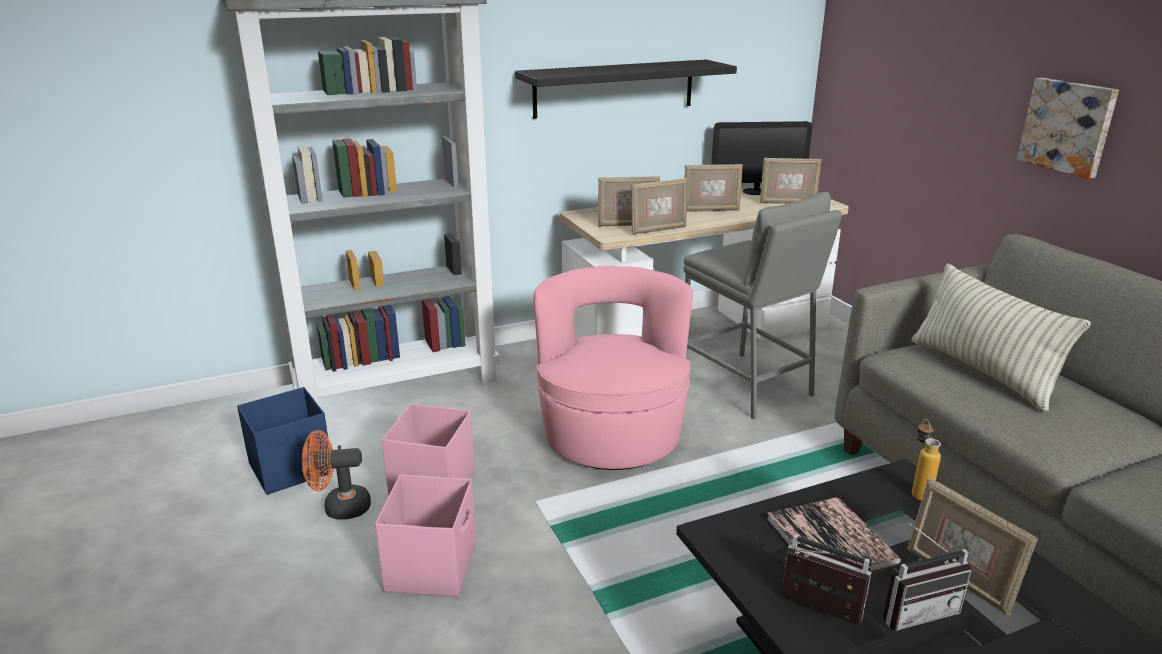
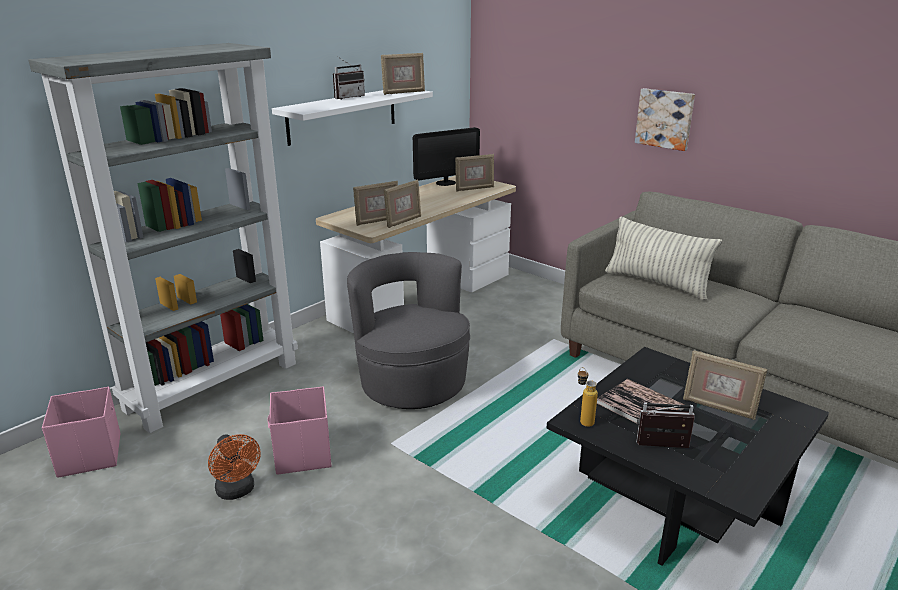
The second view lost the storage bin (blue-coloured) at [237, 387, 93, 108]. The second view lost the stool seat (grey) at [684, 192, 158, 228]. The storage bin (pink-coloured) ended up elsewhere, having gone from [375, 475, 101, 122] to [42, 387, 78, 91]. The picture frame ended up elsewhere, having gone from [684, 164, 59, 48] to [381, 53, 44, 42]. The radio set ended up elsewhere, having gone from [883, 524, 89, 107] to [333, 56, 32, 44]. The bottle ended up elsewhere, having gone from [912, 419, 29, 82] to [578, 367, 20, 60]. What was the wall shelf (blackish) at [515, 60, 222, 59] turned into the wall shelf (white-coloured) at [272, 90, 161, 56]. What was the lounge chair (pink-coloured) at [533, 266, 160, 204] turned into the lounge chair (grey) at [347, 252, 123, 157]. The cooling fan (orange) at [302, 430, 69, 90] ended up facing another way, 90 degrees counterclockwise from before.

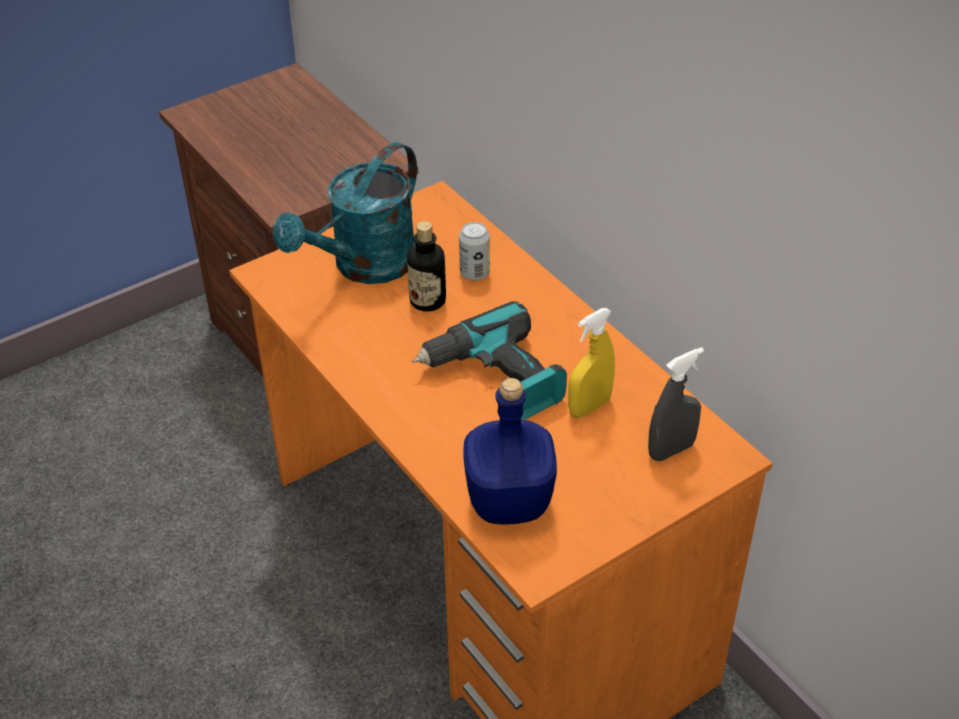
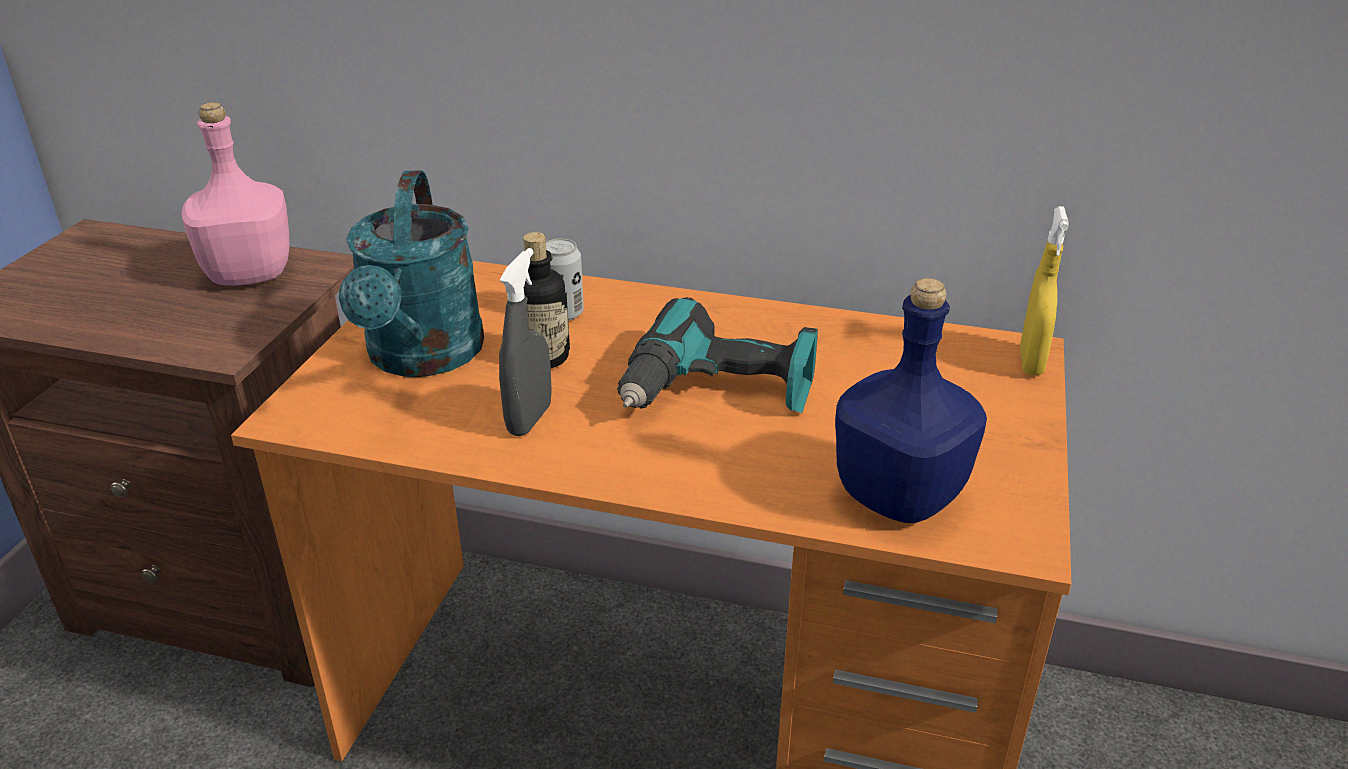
The second view gained the bottle (pink-coloured) at [182, 102, 107, 183]. The hand sprayer (yellow-coloured) ended up elsewhere, having gone from [568, 308, 47, 110] to [1020, 206, 49, 169]. The hand sprayer (grey) ended up elsewhere, having gone from [648, 347, 56, 114] to [499, 248, 53, 188].

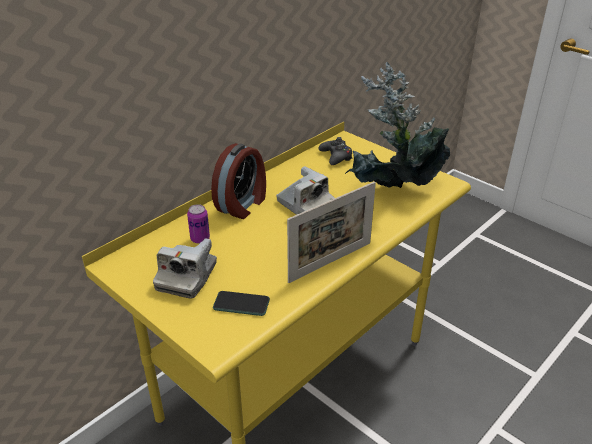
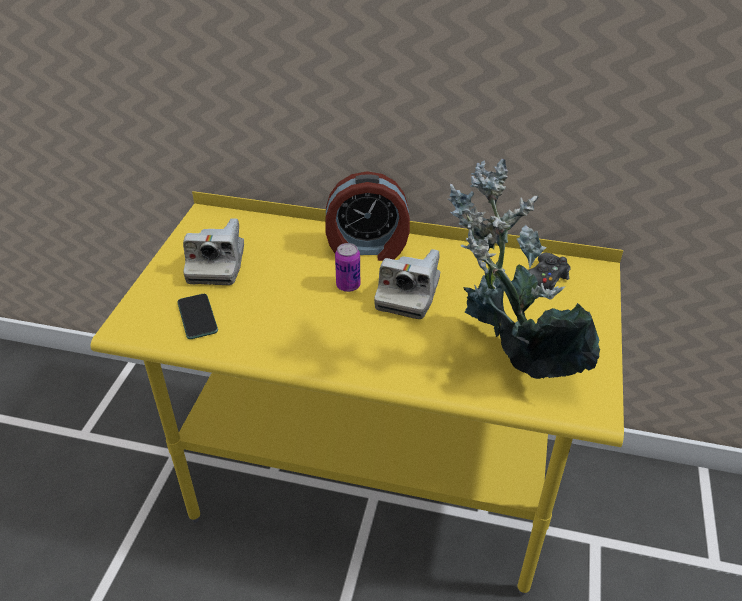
The second view lost the picture frame at [287, 181, 89, 102]. The can ended up elsewhere, having gone from [187, 204, 23, 40] to [335, 243, 25, 49]. The photo camera at [153, 238, 64, 61] ended up facing another way, 75 degrees counterclockwise from before.

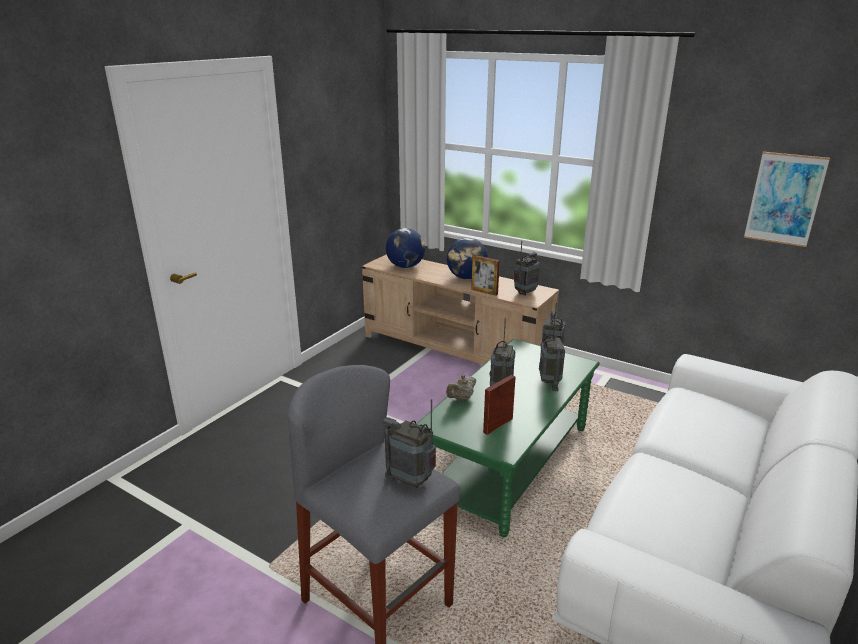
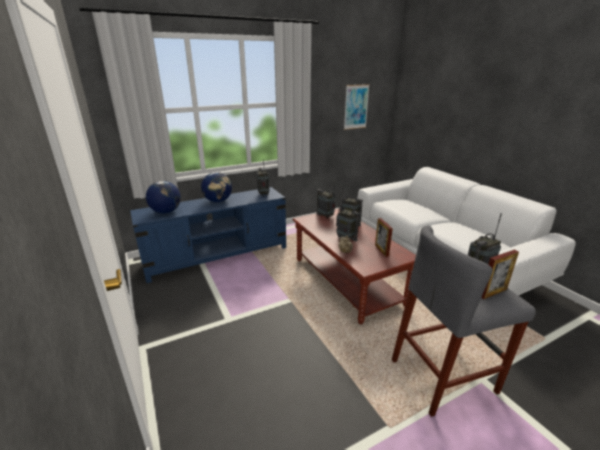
The picture frame ended up elsewhere, having gone from [471, 255, 29, 41] to [481, 250, 38, 49]. What was the tv unit (sand-coloured) at [362, 254, 197, 111] turned into the tv unit (blue-coloured) at [130, 187, 156, 96]. What was the coffee table (green) at [416, 339, 184, 198] turned into the coffee table (brownish) at [292, 208, 124, 116].

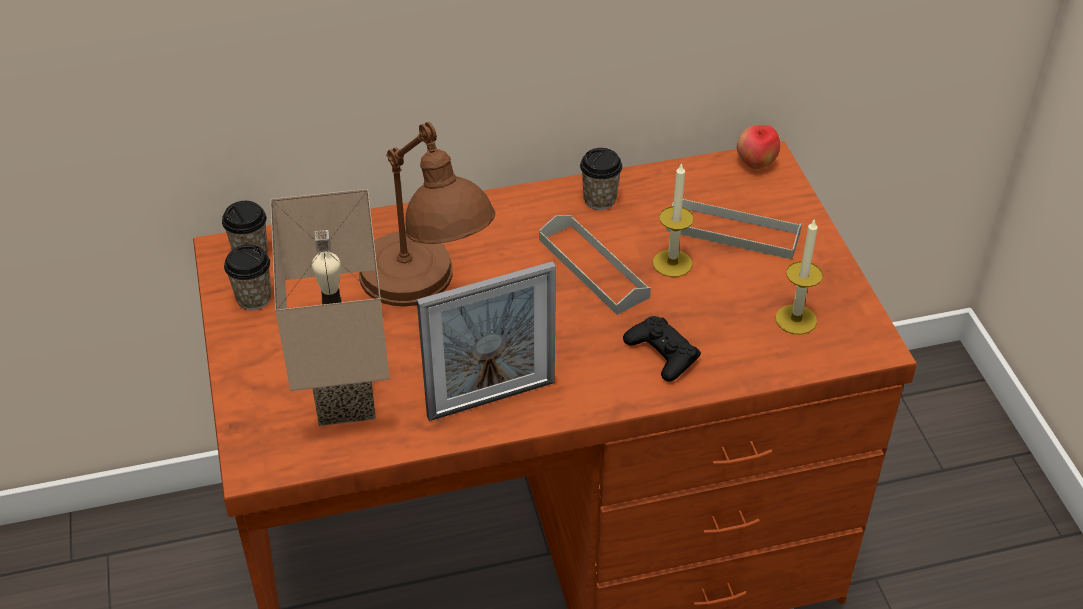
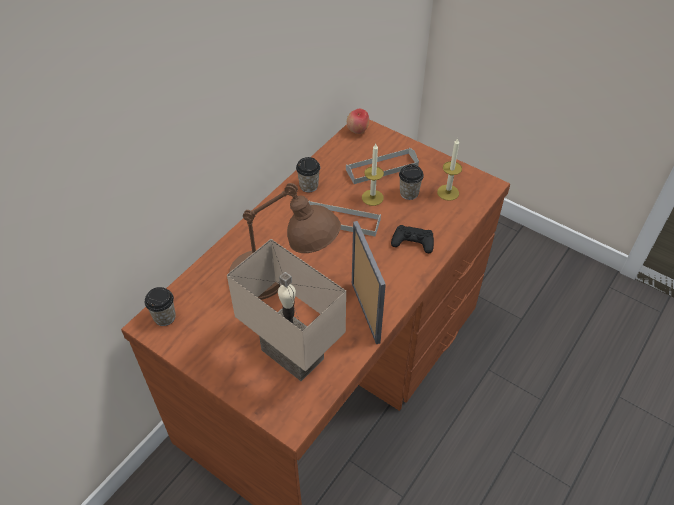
The drinking cup ended up elsewhere, having gone from [224, 244, 47, 66] to [399, 164, 25, 36]. The picture frame at [417, 261, 139, 160] ended up facing another way, 45 degrees counterclockwise from before.

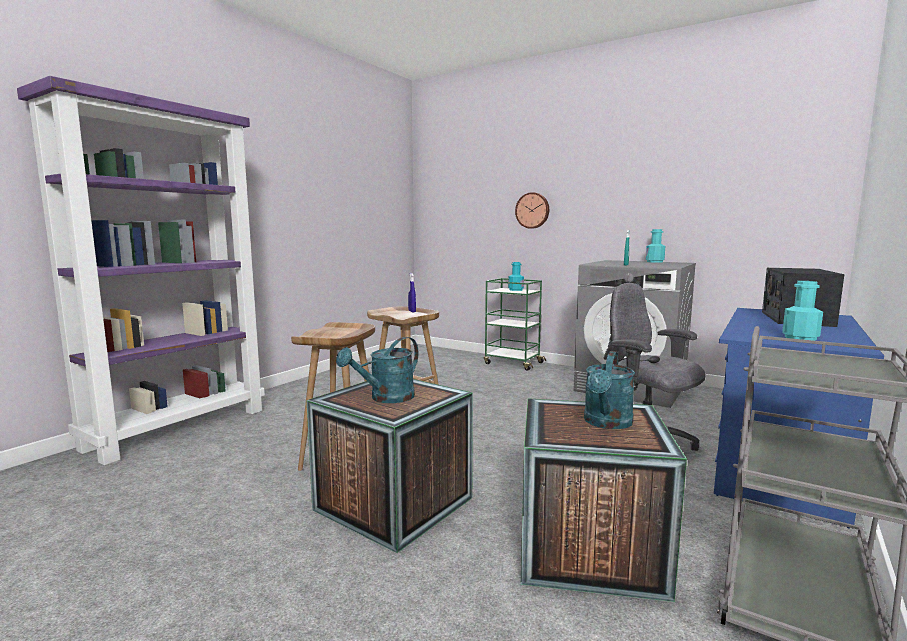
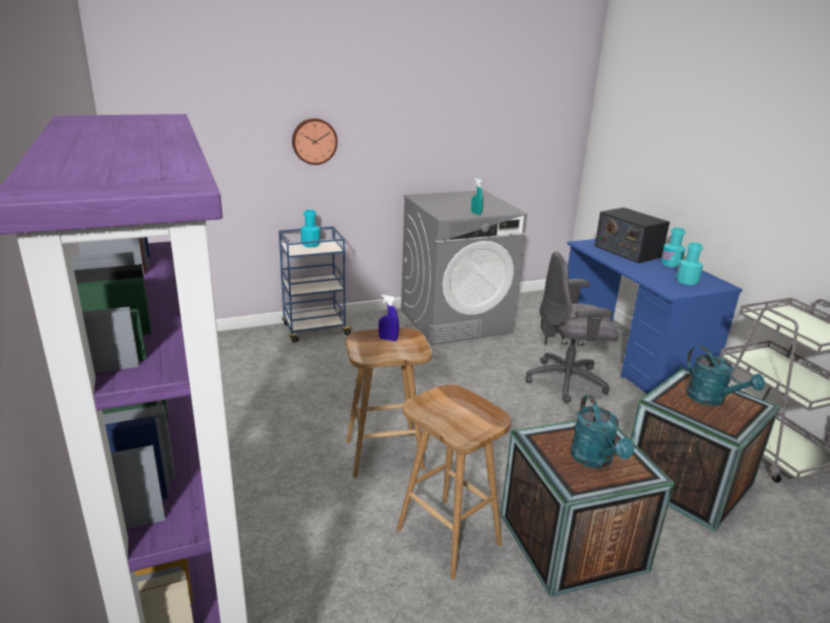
The bottle (turquoise) ended up elsewhere, having gone from [646, 229, 19, 34] to [661, 227, 25, 40]. What was the trolley (green) at [484, 278, 62, 93] turned into the trolley (blue-coloured) at [279, 226, 75, 117].

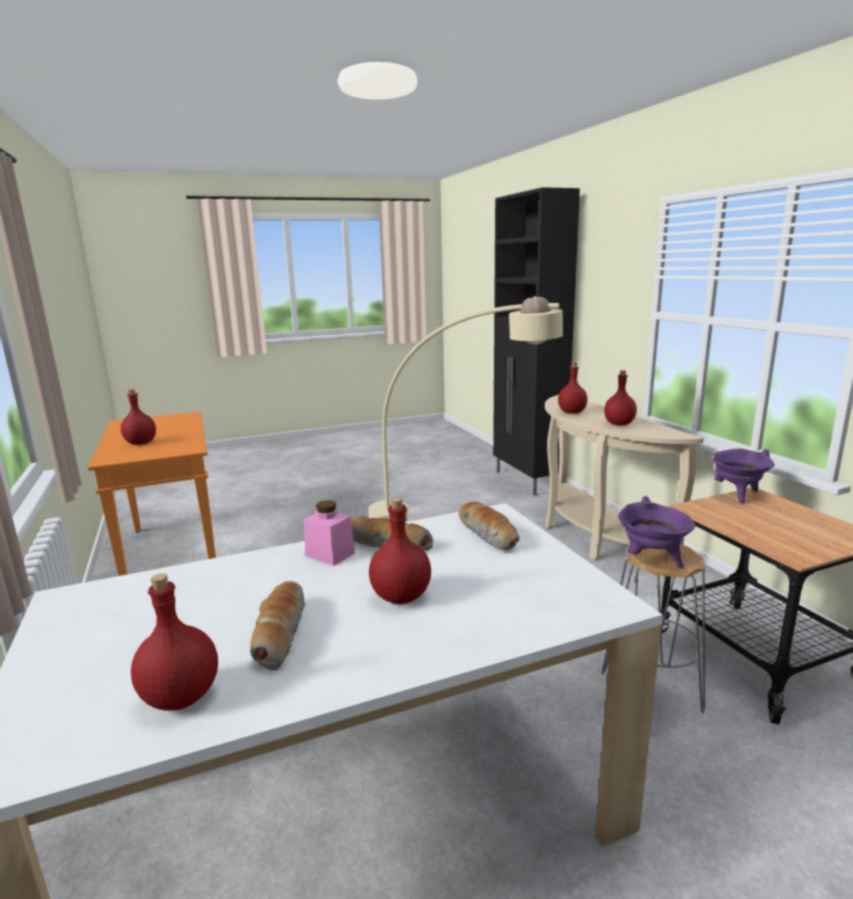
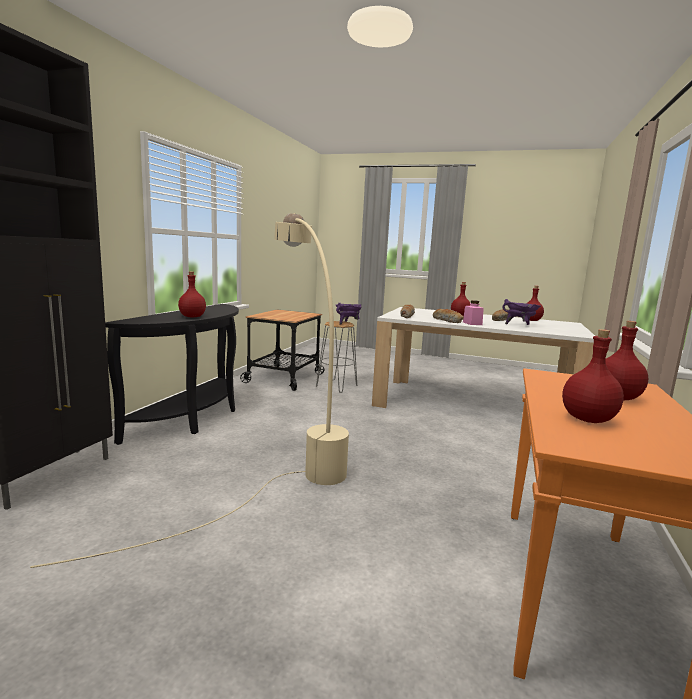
The bottle (red) ended up elsewhere, having gone from [604, 370, 33, 56] to [562, 329, 62, 94]. The cooking pot (purple-coloured) ended up elsewhere, having gone from [713, 448, 62, 55] to [503, 299, 38, 26]. What was the console table (sand-coloured) at [545, 395, 158, 165] turned into the console table (blackish) at [105, 304, 134, 141].

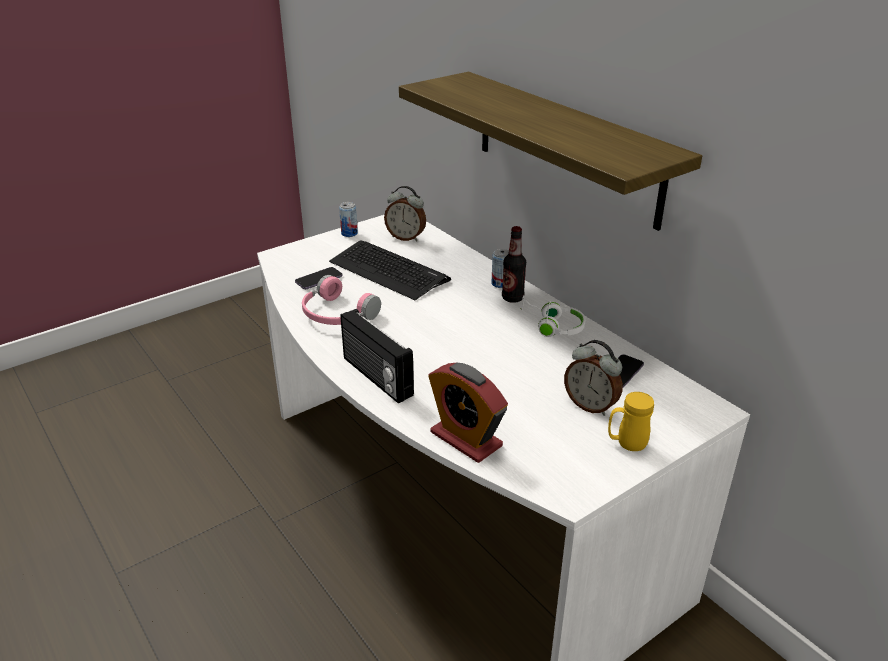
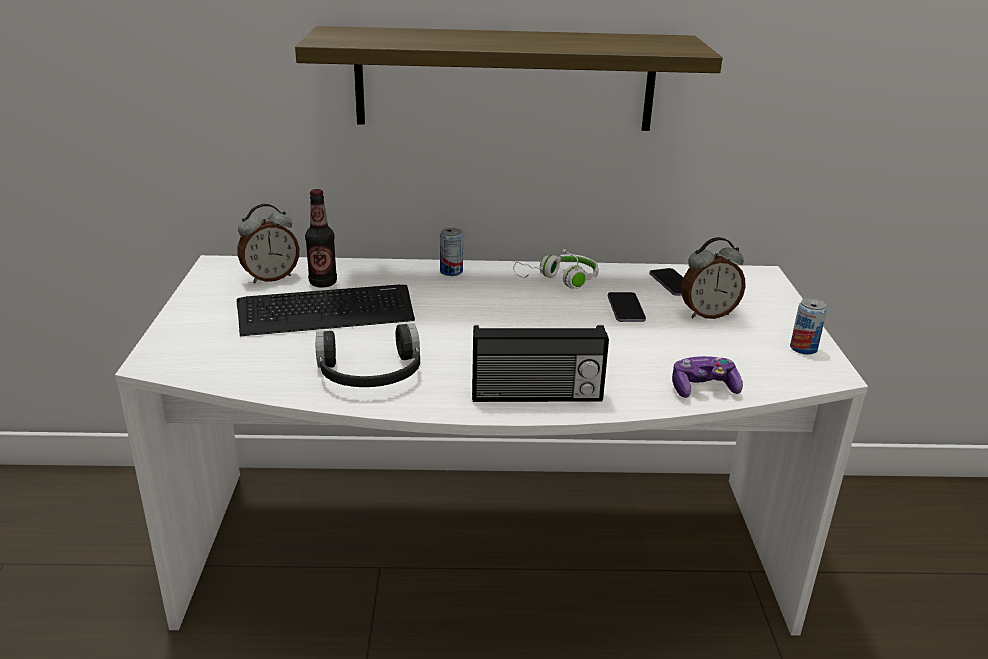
The second view lost the mug (yellow-coloured) at [608, 392, 46, 59]. The phone ended up elsewhere, having gone from [295, 267, 48, 22] to [608, 292, 38, 30]. The can ended up elsewhere, having gone from [339, 202, 19, 35] to [790, 298, 37, 57]. The bottle ended up elsewhere, having gone from [502, 226, 24, 77] to [305, 189, 32, 99]. Where the alarm clock stood at [429, 363, 79, 100], the joypad came to stand at [672, 356, 71, 42]. What was the headset (pink-coloured) at [302, 275, 79, 50] turned into the headset (blackish) at [316, 323, 104, 64].

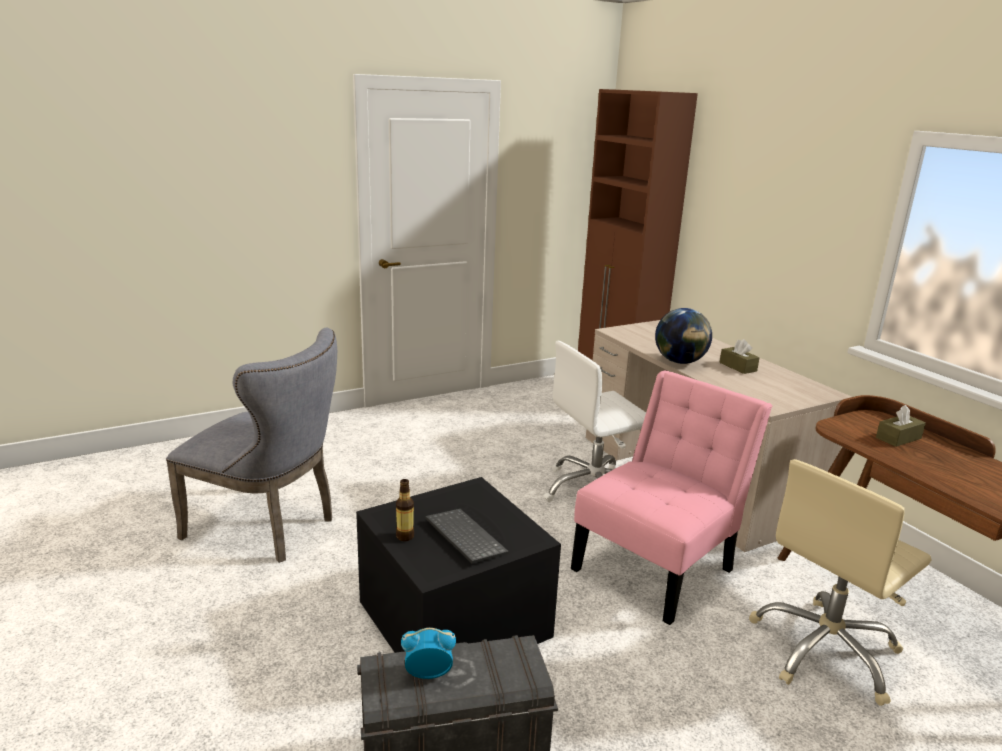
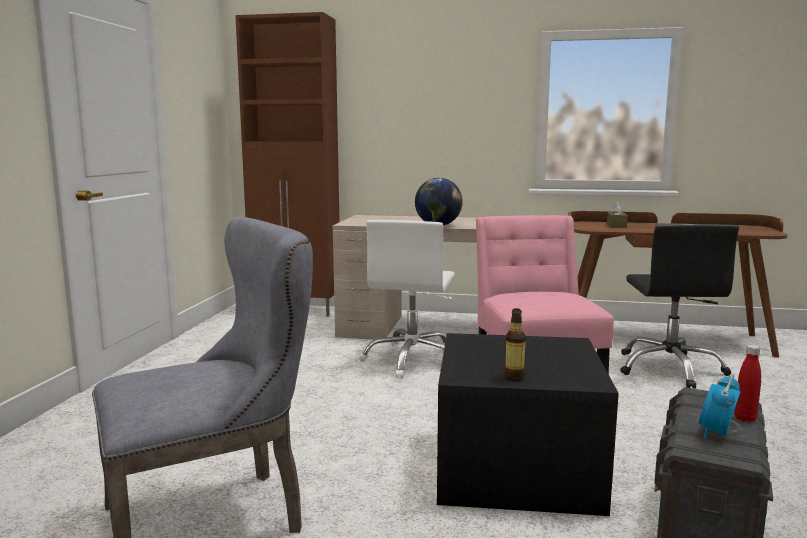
The second view lost the computer keyboard at [425, 509, 84, 55]. The second view lost the tissue holder (brownish) at [719, 339, 41, 35]. The second view gained the bottle (red) at [734, 345, 27, 77]. What was the office chair (sand-coloured) at [749, 459, 183, 247] turned into the office chair (blackish) at [620, 224, 119, 165].

